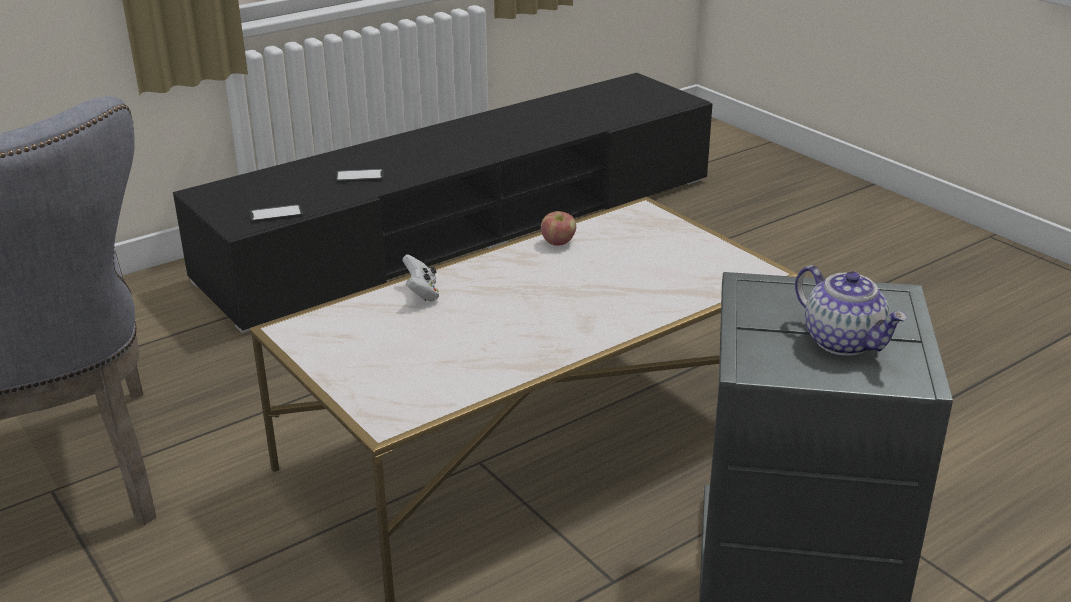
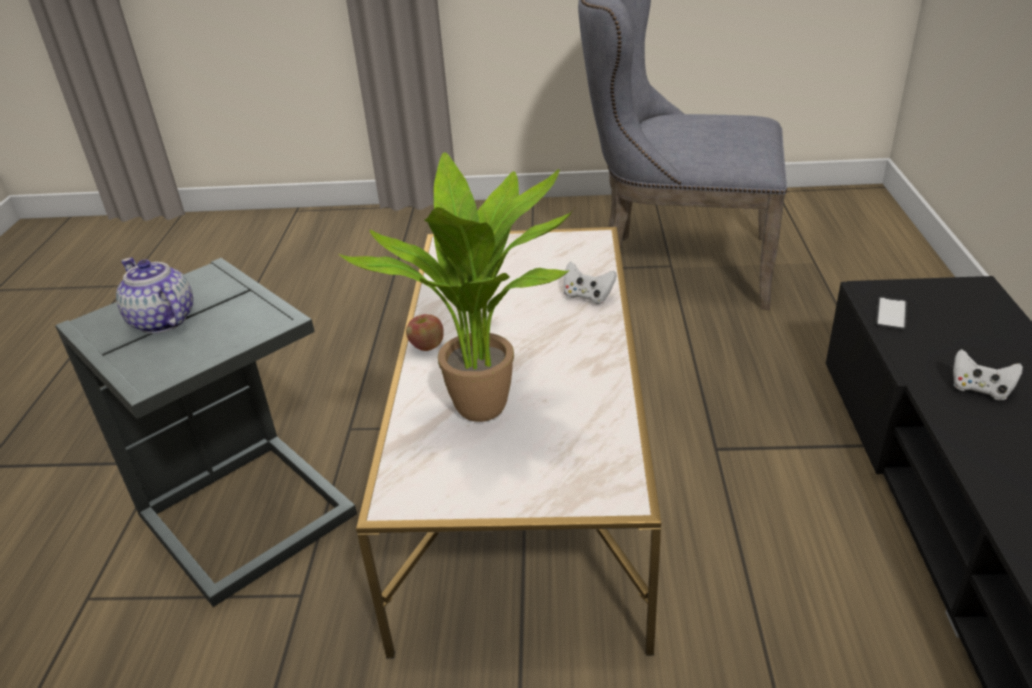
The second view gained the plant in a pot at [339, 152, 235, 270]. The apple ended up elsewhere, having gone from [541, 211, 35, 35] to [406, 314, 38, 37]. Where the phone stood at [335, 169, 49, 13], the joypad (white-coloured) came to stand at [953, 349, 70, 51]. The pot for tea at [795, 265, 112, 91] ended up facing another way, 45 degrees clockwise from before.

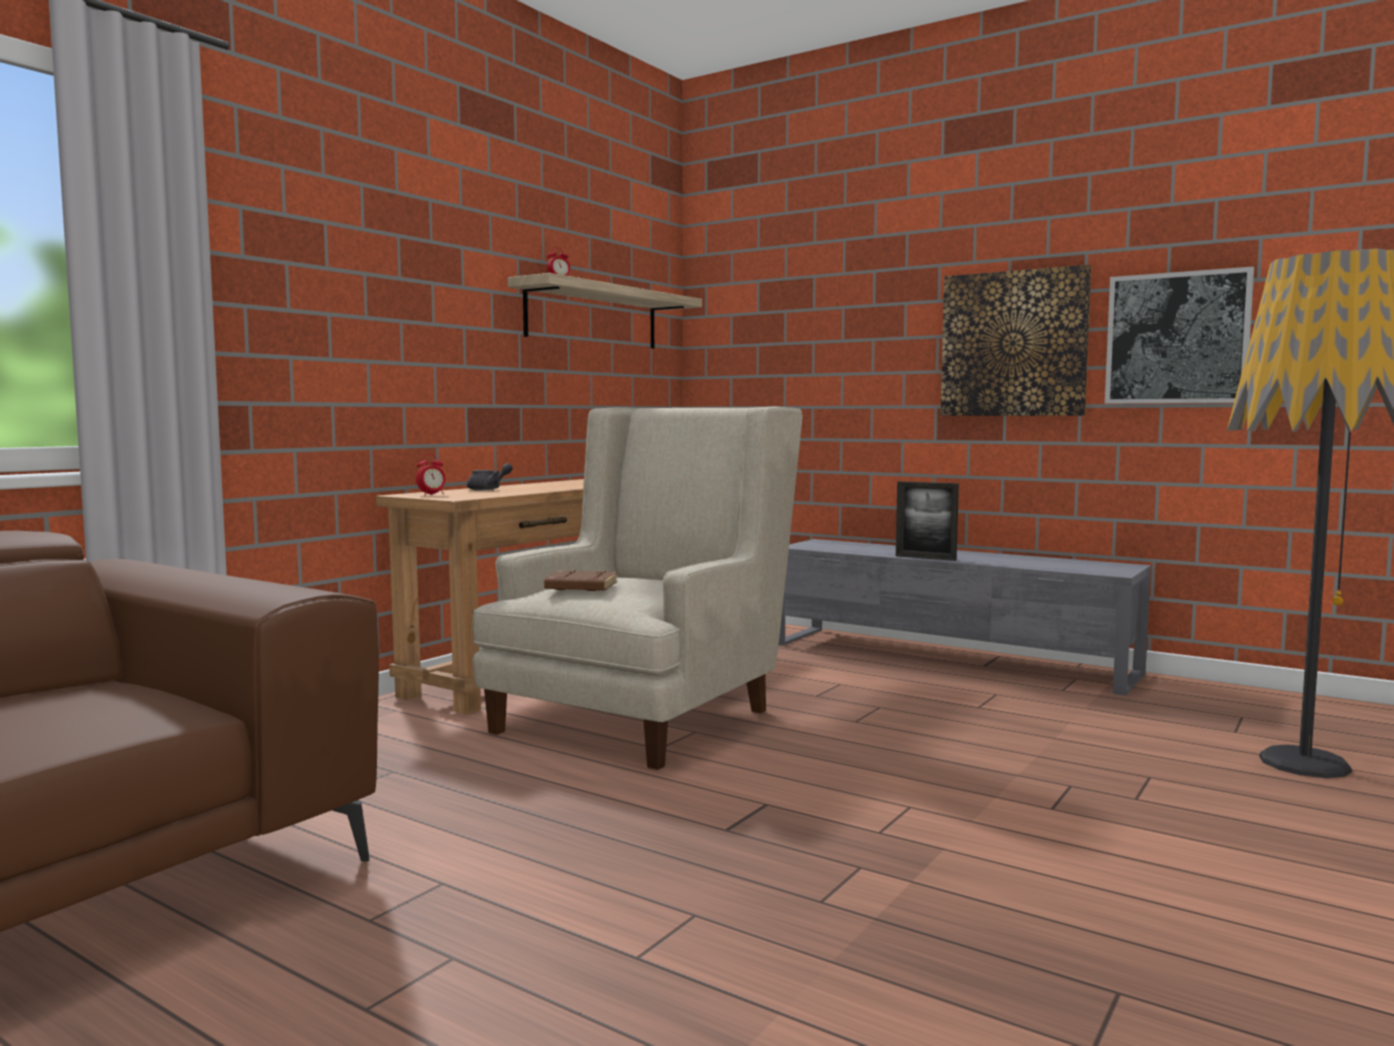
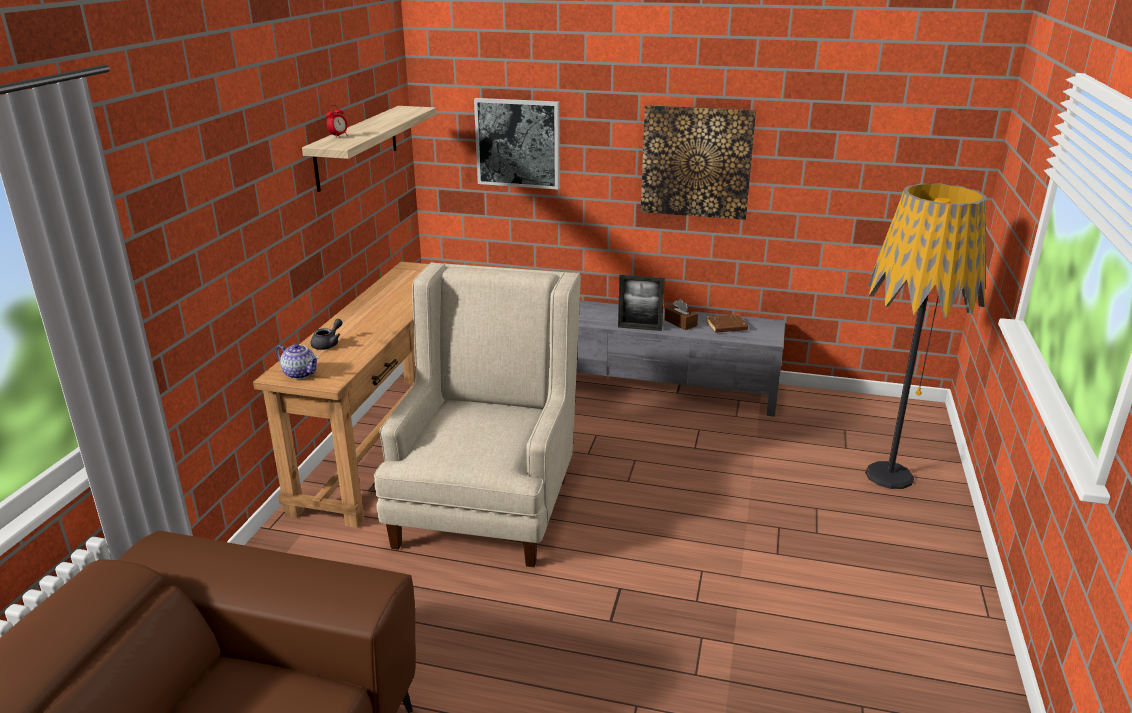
The second view gained the tissue holder (brownish) at [664, 299, 34, 31]. The volume (brownish) ended up elsewhere, having gone from [544, 570, 73, 21] to [706, 314, 42, 19]. The wall art ended up elsewhere, having gone from [1105, 267, 149, 137] to [474, 98, 85, 91]. Where the alarm clock stood at [416, 454, 30, 41], the pot for tea came to stand at [276, 344, 43, 35].

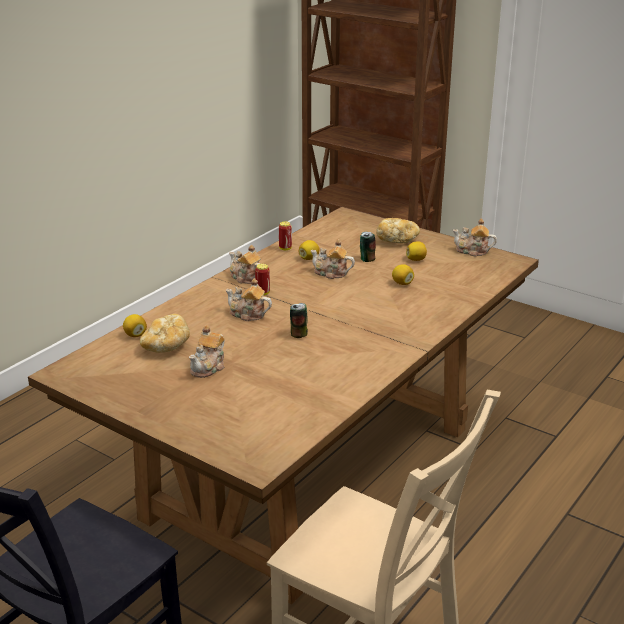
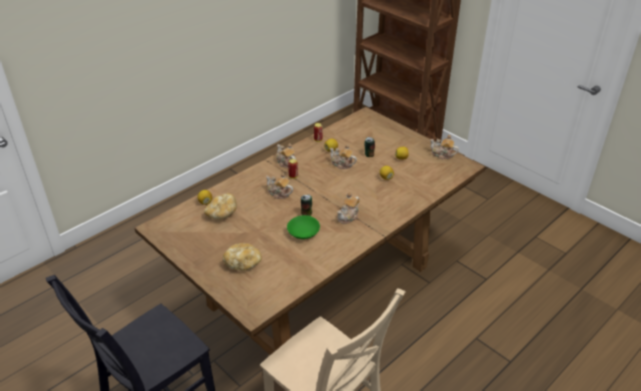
The second view gained the deep dish (green) at [287, 215, 33, 24]. The pot for tea ended up elsewhere, having gone from [189, 325, 36, 53] to [337, 193, 23, 31]. The bread ended up elsewhere, having gone from [376, 218, 44, 26] to [223, 243, 39, 28].

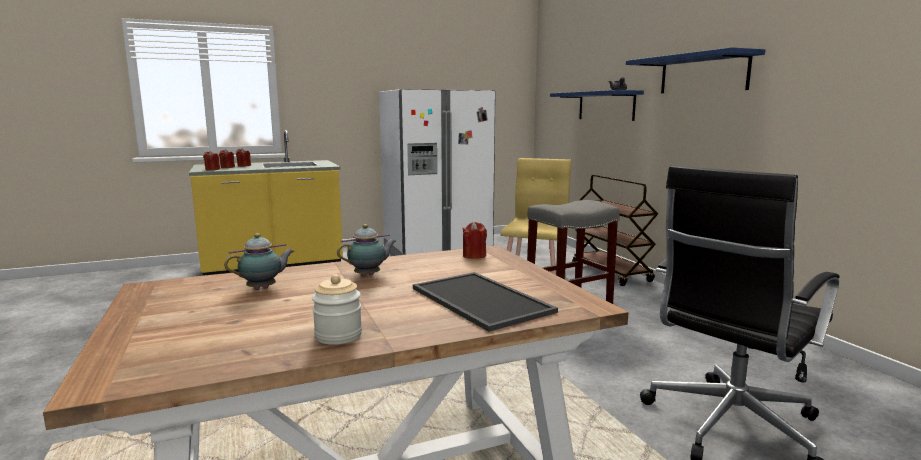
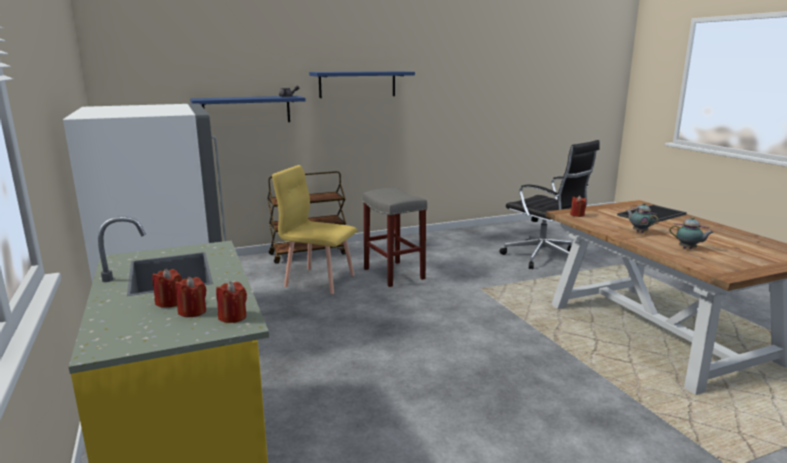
The second view lost the storage jar at [312, 275, 50, 70]. The pot for tea at [224, 233, 70, 57] ended up facing another way, 150 degrees clockwise from before.

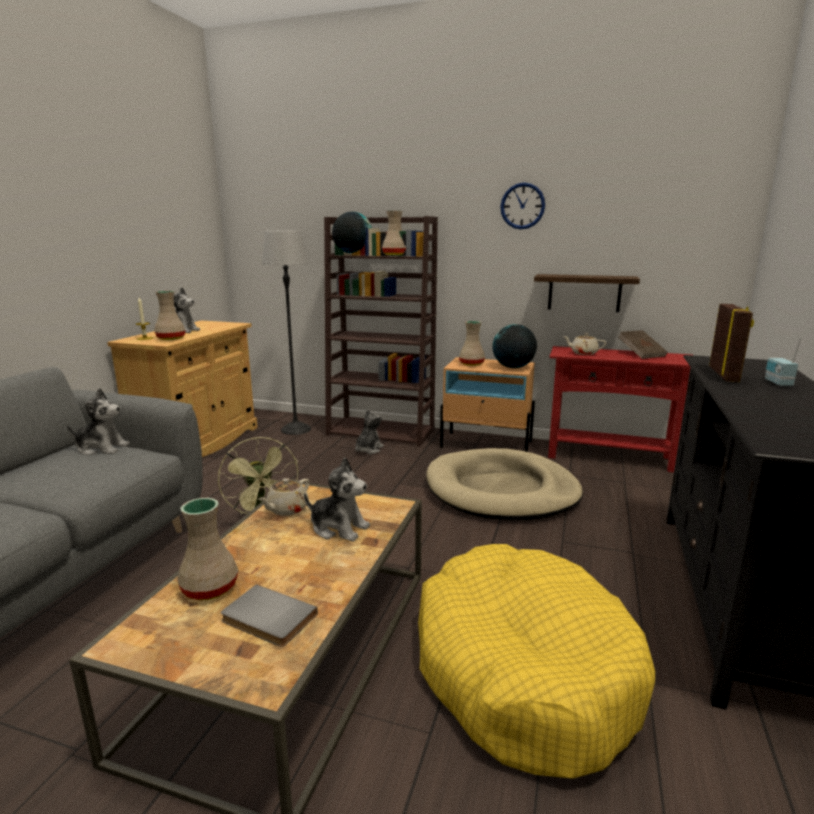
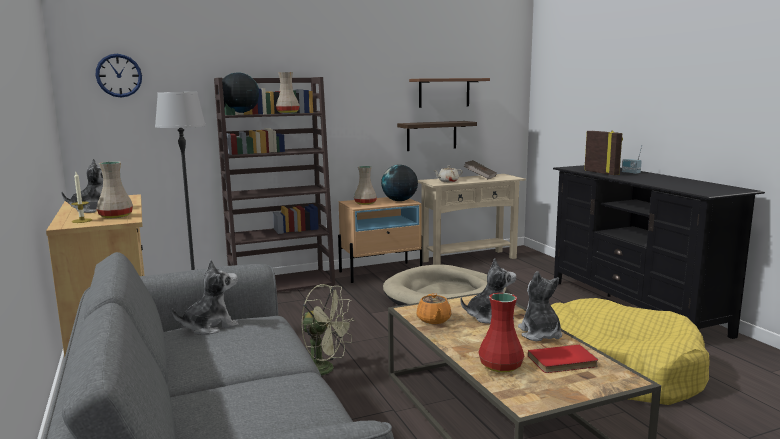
The second view gained the wall shelf (brownish) at [409, 78, 81, 30]. The soft toy ended up elsewhere, having gone from [355, 409, 29, 45] to [518, 271, 44, 70]. The clock on the wall ended up elsewhere, having gone from [500, 183, 45, 46] to [95, 54, 47, 44]. What was the decorative vase (sand-coloured) at [177, 498, 61, 102] turned into the decorative vase (red) at [478, 293, 46, 80]. What was the volume (grey) at [221, 584, 97, 63] turned into the volume (red) at [528, 345, 70, 28]. What was the pot for tea (sand-coloured) at [258, 478, 52, 38] turned into the pot for tea (orange) at [417, 293, 34, 31]. What was the console table (red) at [548, 346, 144, 126] turned into the console table (sand-coloured) at [418, 174, 108, 91].

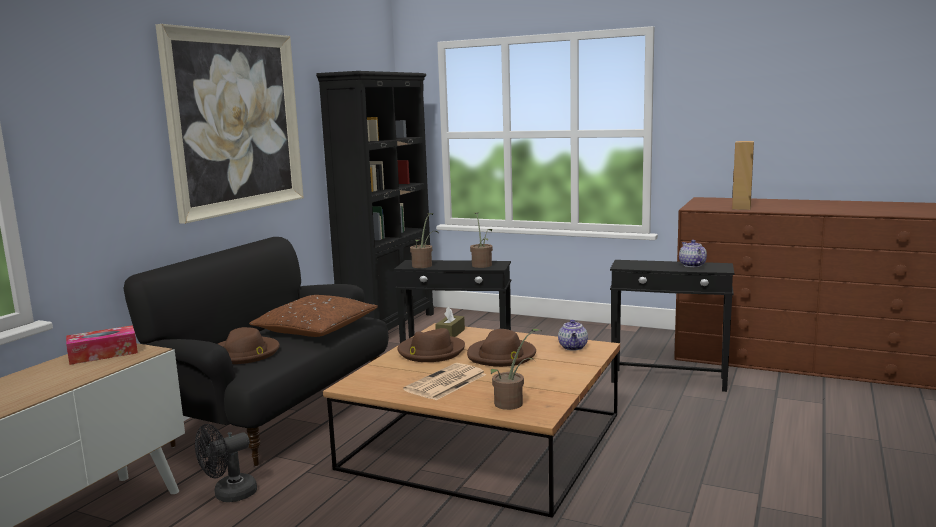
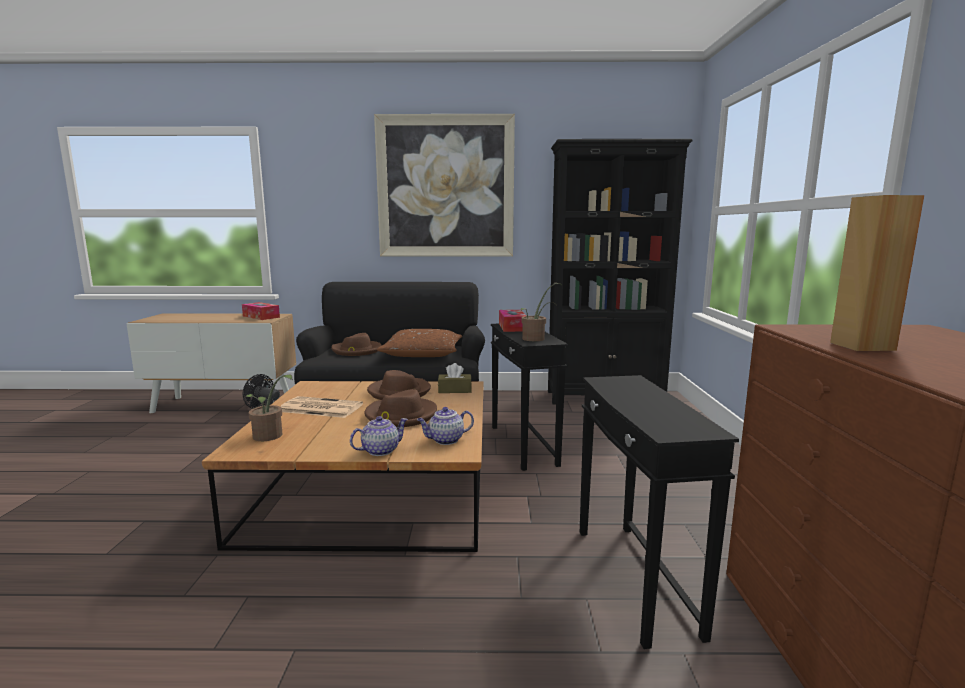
The pot for tea ended up elsewhere, having gone from [679, 240, 28, 27] to [350, 416, 58, 40]. Where the plant in a pot stood at [410, 213, 29, 55], the tissue holder came to stand at [499, 310, 27, 22].

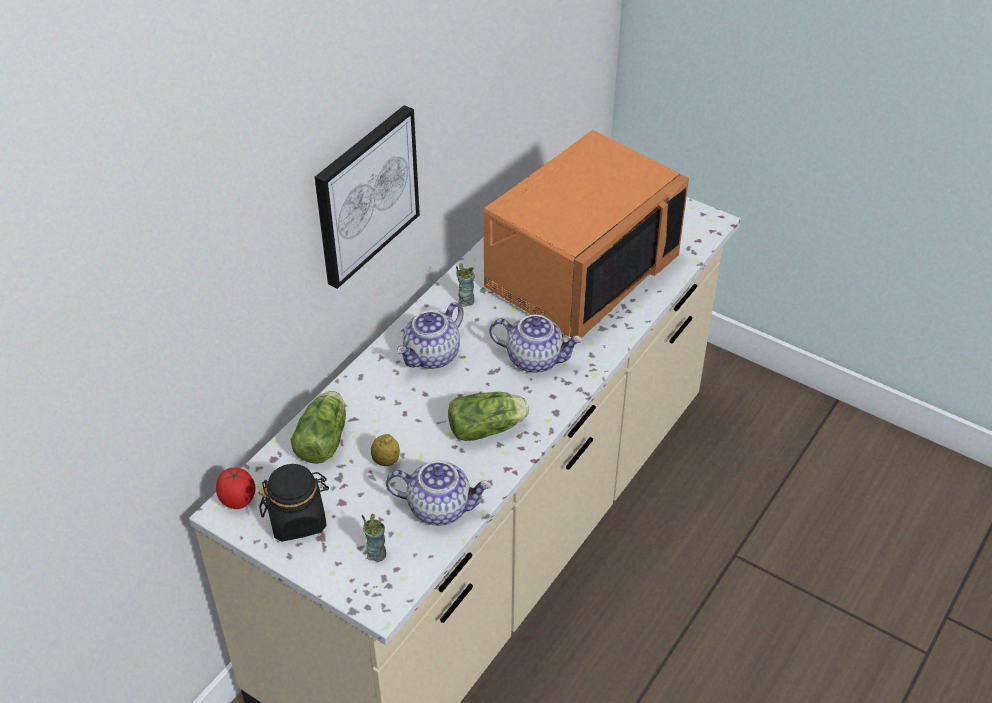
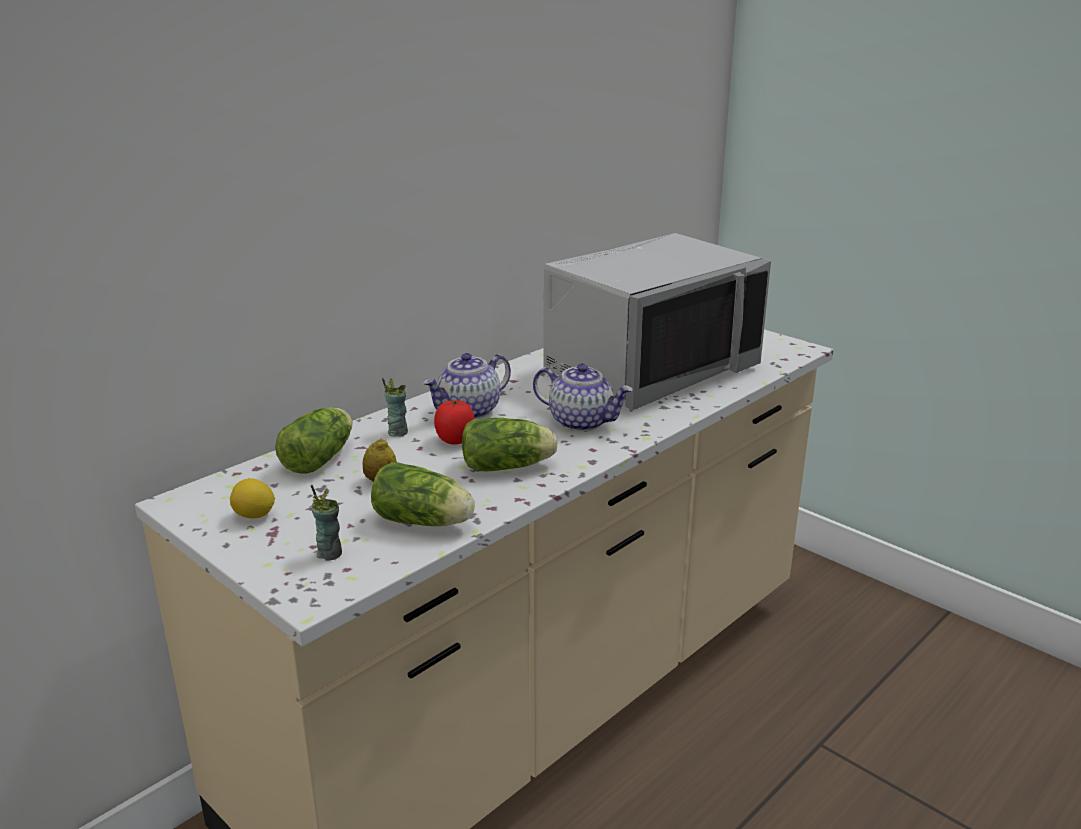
The second view lost the wall art at [315, 105, 105, 184]. The fresh tomato ended up elsewhere, having gone from [216, 467, 40, 42] to [434, 400, 41, 45]. The drinking cup ended up elsewhere, having gone from [456, 263, 19, 44] to [382, 377, 26, 60]. Where the storage jar (blackish) stood at [259, 464, 70, 78], the whole lemon came to stand at [230, 478, 45, 40]. Where the pot for tea stood at [386, 461, 105, 65], the head of lettuce came to stand at [371, 462, 104, 64]. What was the kitchen microwave (orange) at [483, 130, 206, 208] turned into the kitchen microwave (grey) at [544, 233, 227, 177].

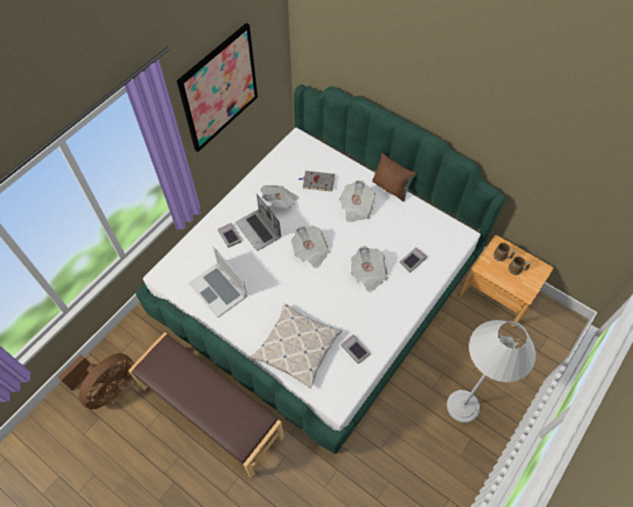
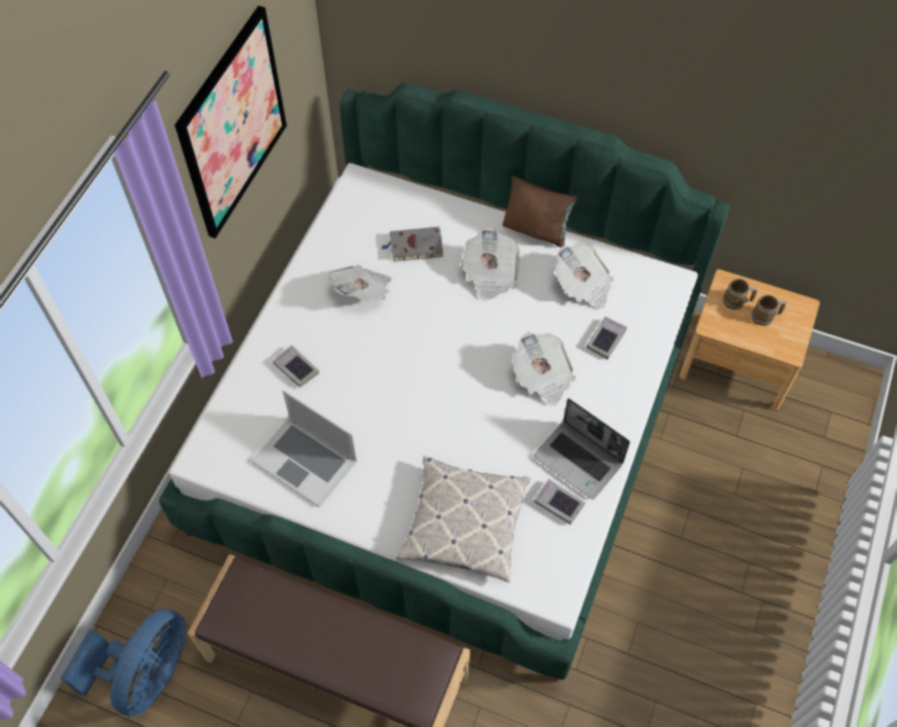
The second view lost the standing lamp (white-coloured) at [447, 320, 89, 103]. The laptop ended up elsewhere, having gone from [235, 194, 46, 57] to [534, 398, 96, 101]. The printed paper ended up elsewhere, having gone from [291, 225, 39, 43] to [555, 243, 58, 65]. What was the cooling fan (brownish) at [57, 353, 77, 56] turned into the cooling fan (blue-coloured) at [61, 609, 125, 108].

